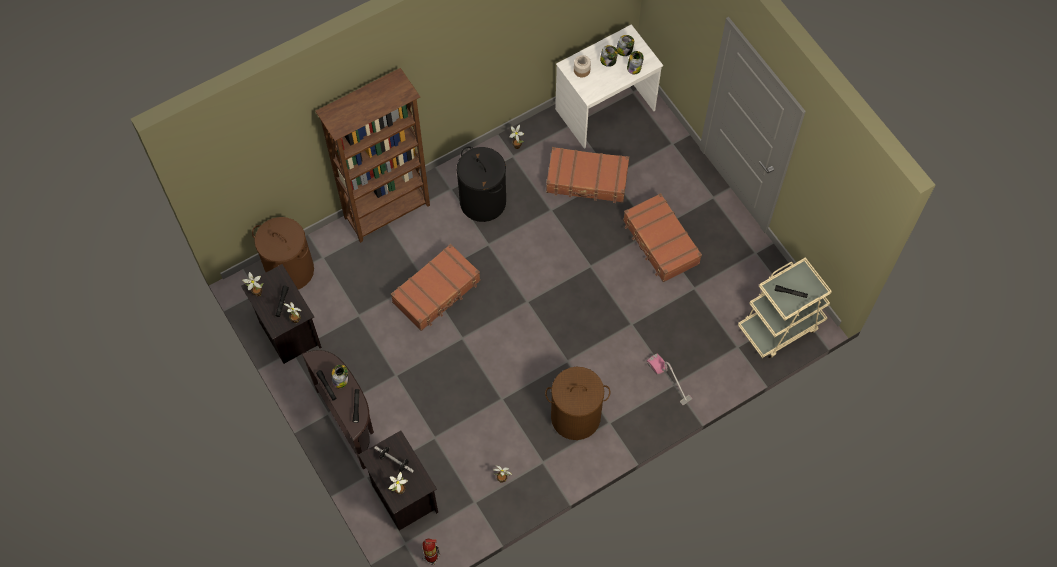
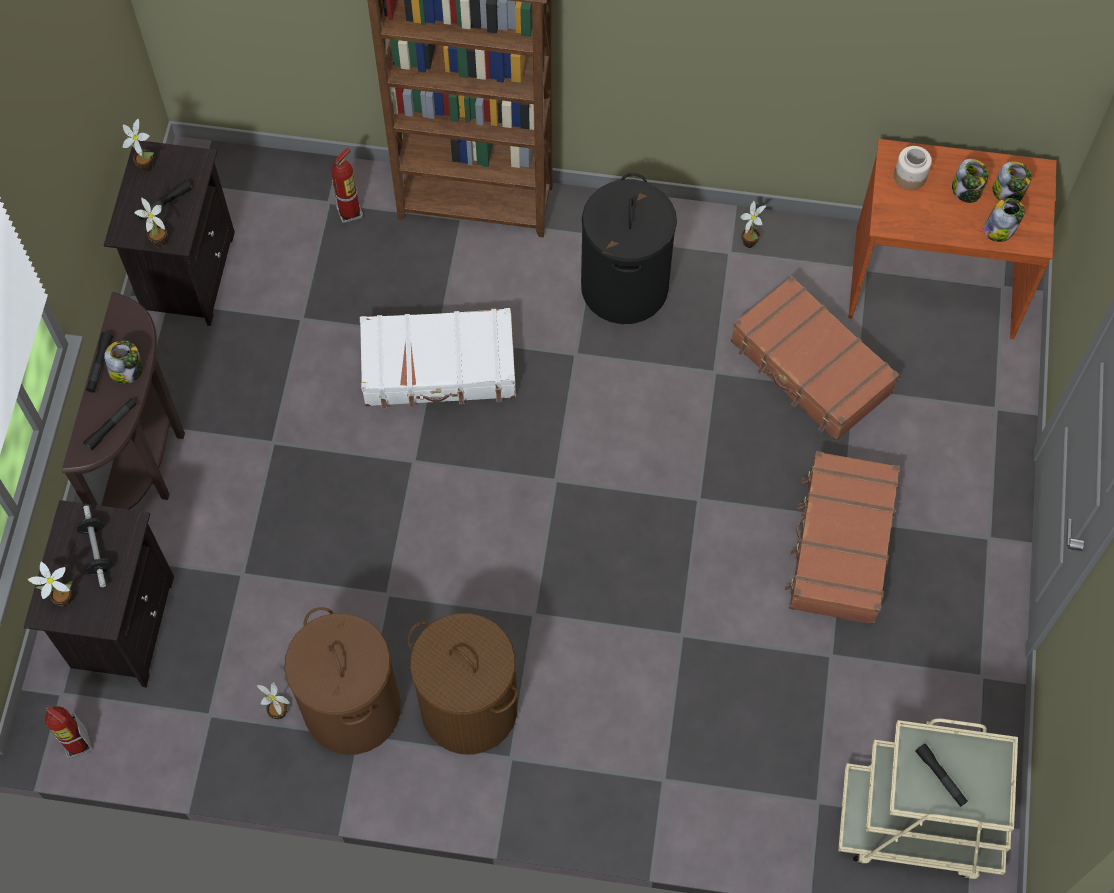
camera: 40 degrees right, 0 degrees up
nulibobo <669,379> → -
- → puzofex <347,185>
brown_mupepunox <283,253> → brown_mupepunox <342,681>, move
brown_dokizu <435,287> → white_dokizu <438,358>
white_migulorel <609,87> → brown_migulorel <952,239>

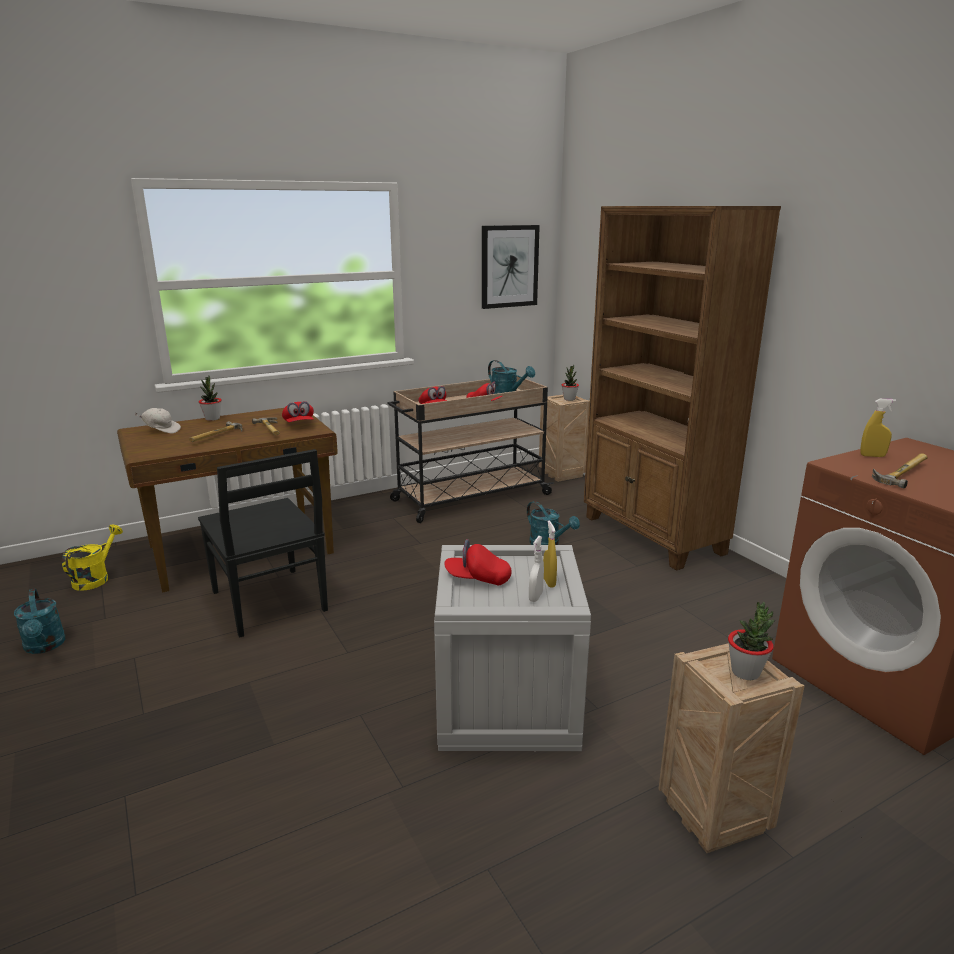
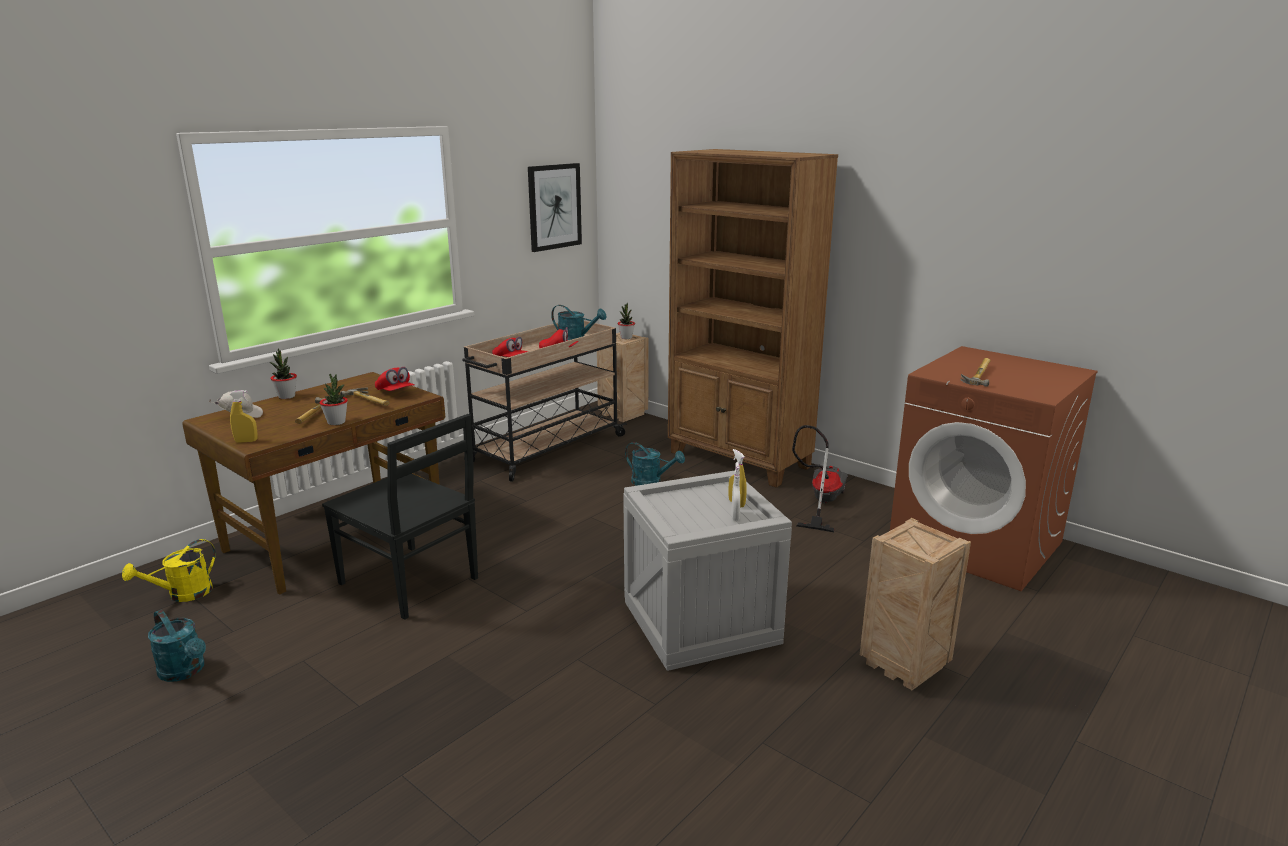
camera: 20 degrees left, 0 degrees up
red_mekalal <478,562> → -
- → nulibobo <820,478>
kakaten <751,641> → kakaten <333,399>, move
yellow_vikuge <878,428> → yellow_vikuge <244,416>, move
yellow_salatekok <92,557> → yellow_salatekok <169,570>, 135 degrees counterclockwise

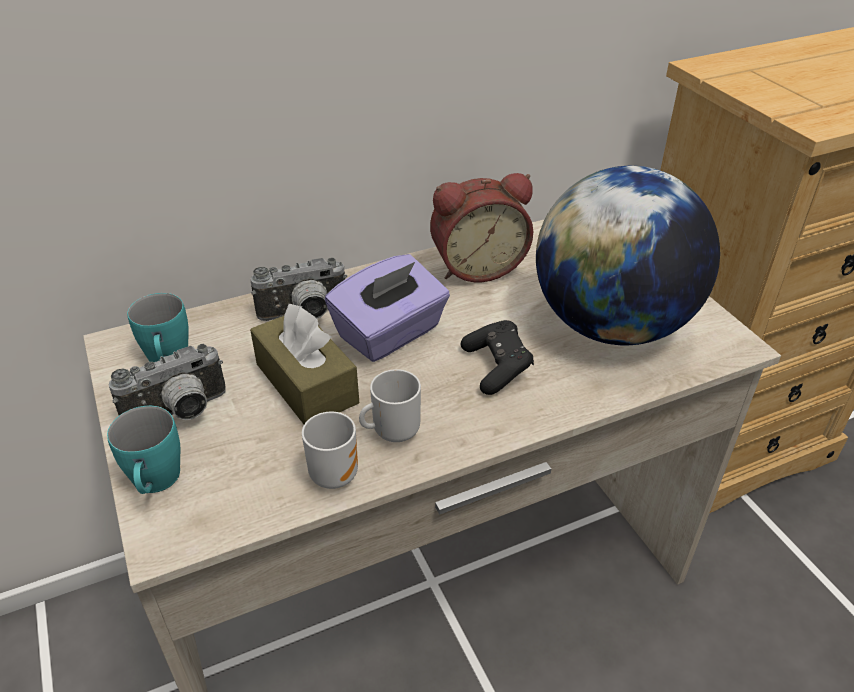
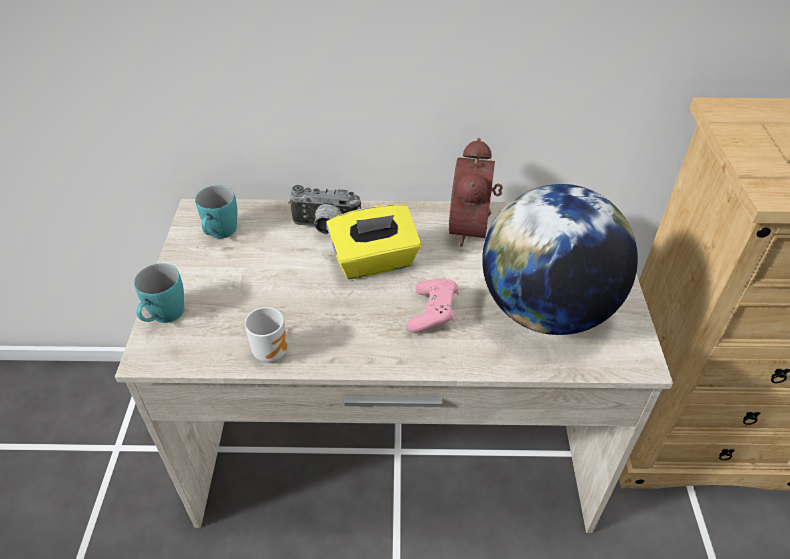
camera: 25 degrees right, 5 degrees up
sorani <167,382> → -
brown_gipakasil <304,364> → -
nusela <390,405> → -
purple_gipakasil <387,308> → yellow_gipakasil <373,241>
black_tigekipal <497,357> → pink_tigekipal <433,306>
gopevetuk <481,227> → gopevetuk <476,192>, 90 degrees clockwise

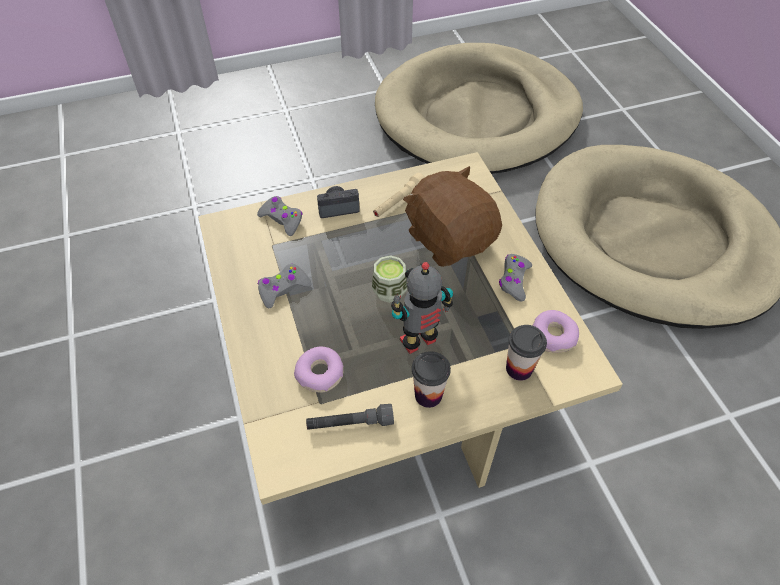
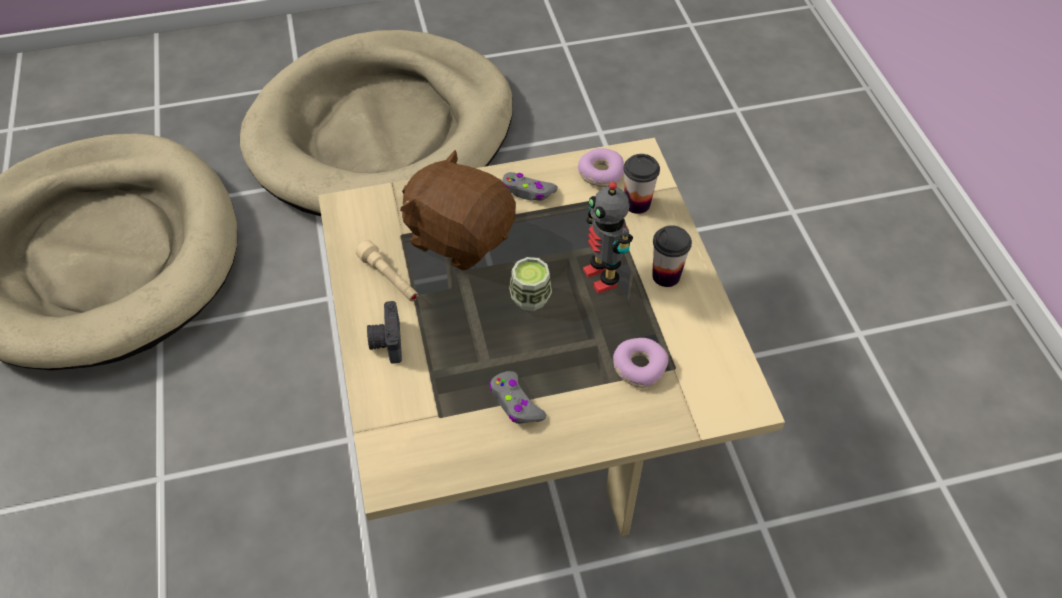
camera: 85 degrees left, 0 degrees up
grey_tigekipal <280,216> → -
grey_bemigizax <350,417> → -
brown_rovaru <452,216> → brown_rovaru <458,210>, 60 degrees clockwise

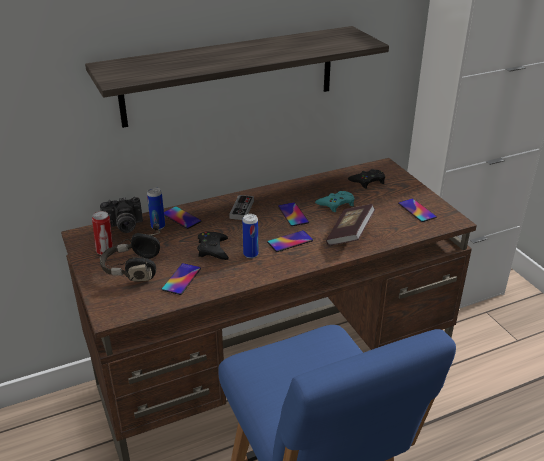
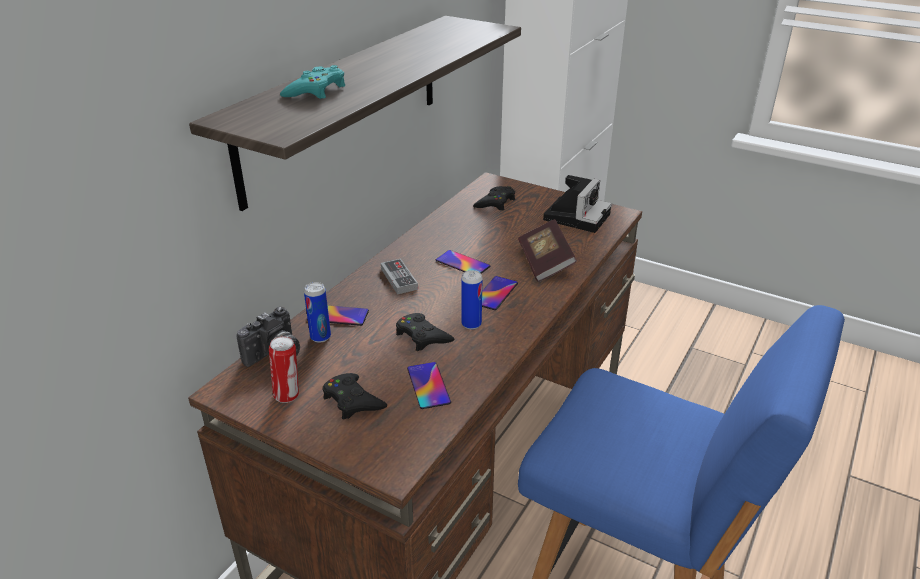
camera: 35 degrees left, 0 degrees up
turquoise_tigekipal <335,201> → turquoise_tigekipal <312,82>, move
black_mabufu <130,252> → black_tigekipal <355,396>
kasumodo <417,210> → sorani <577,204>

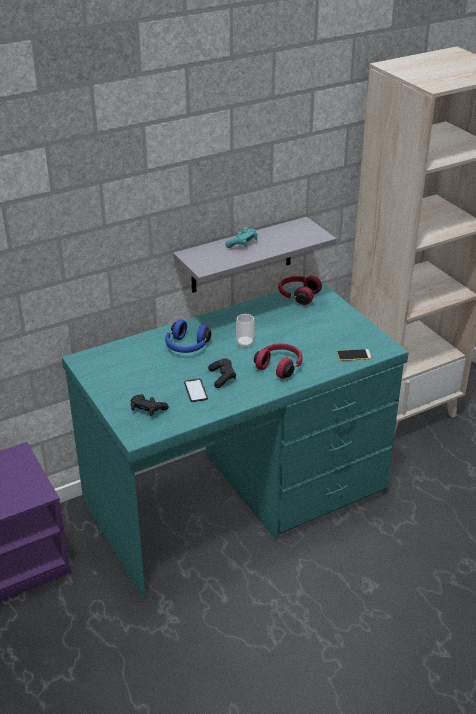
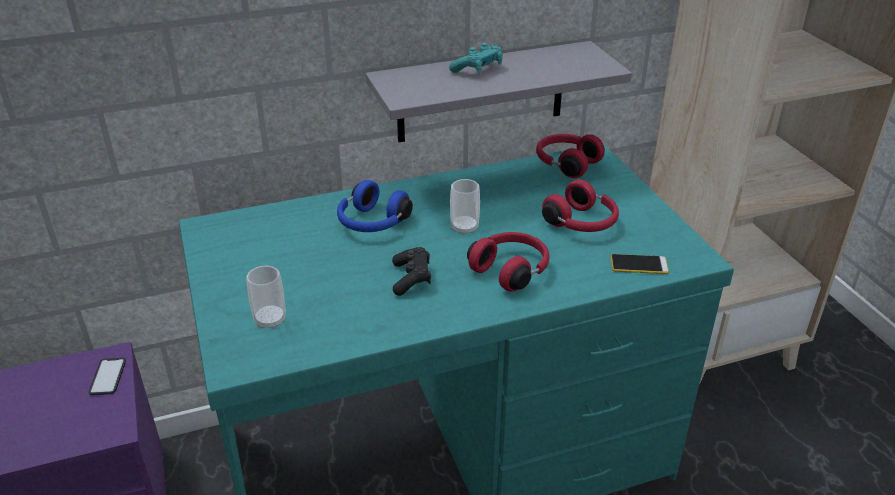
camera: 10 degrees right, 0 degrees up
- → red_mabufu <580,206>
kasumodo <196,390> → kasumodo <107,376>, move
black_tigekipal <149,405> → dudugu <266,297>

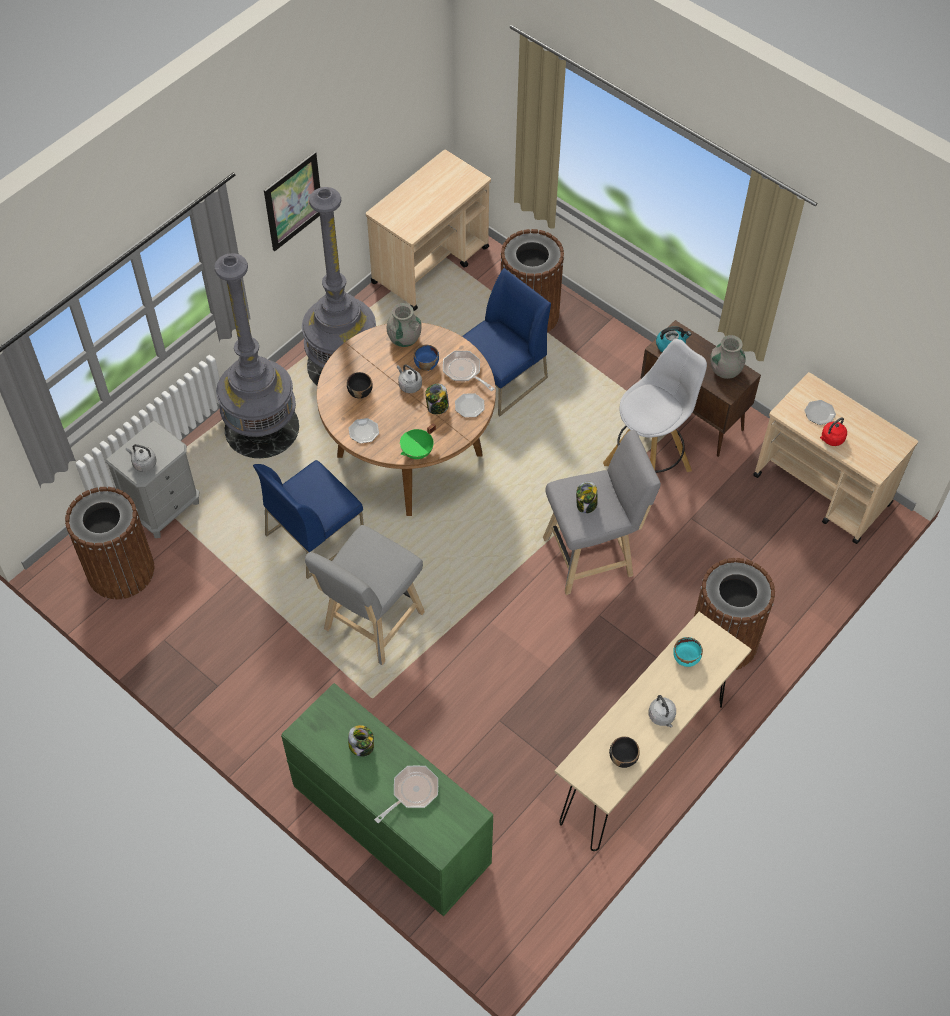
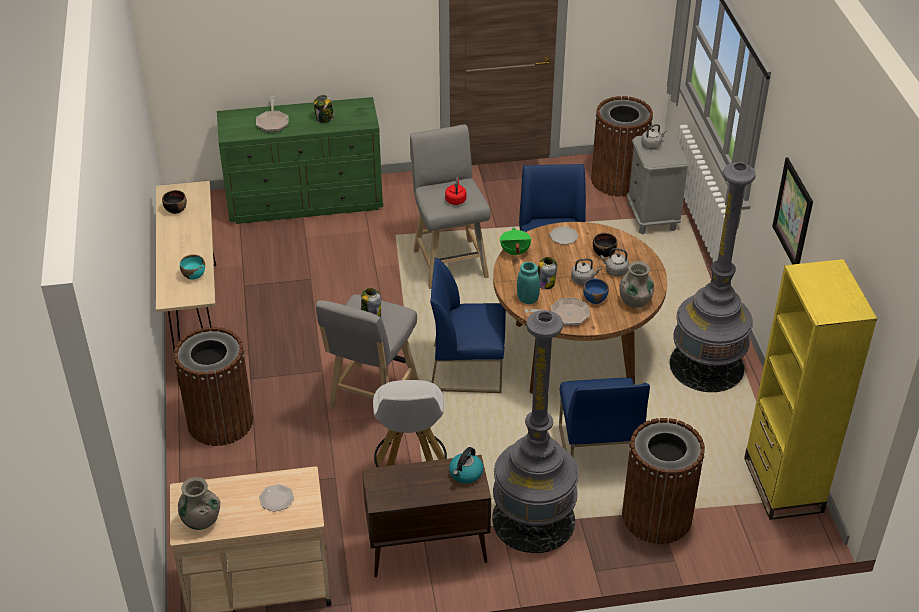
camera: 130 degrees right, 15 degrees down
- → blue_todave <468,325>
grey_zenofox <257,355> → grey_zenofox <535,431>, move
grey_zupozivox <662,711> → grey_zupozivox <615,262>, move
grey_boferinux <728,357> → grey_boferinux <199,503>, move
red_zupozivox <833,431> → red_zupozivox <456,191>, move
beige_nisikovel <428,230> → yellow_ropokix <810,389>
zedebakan <470,405> → turquoise_boferinux <528,283>

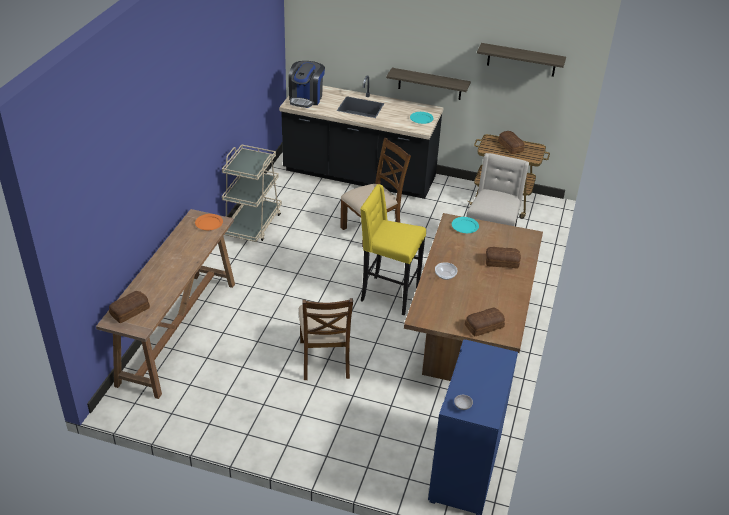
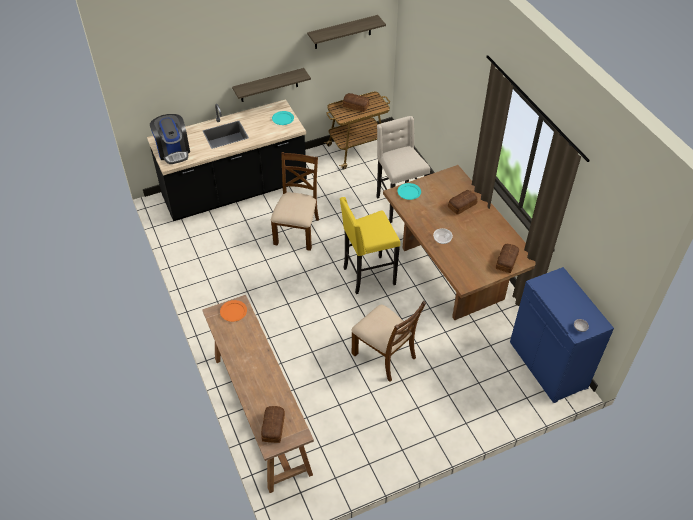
camera: 40 degrees left, 10 degrees up
beige_nisikovel <252,193> → -

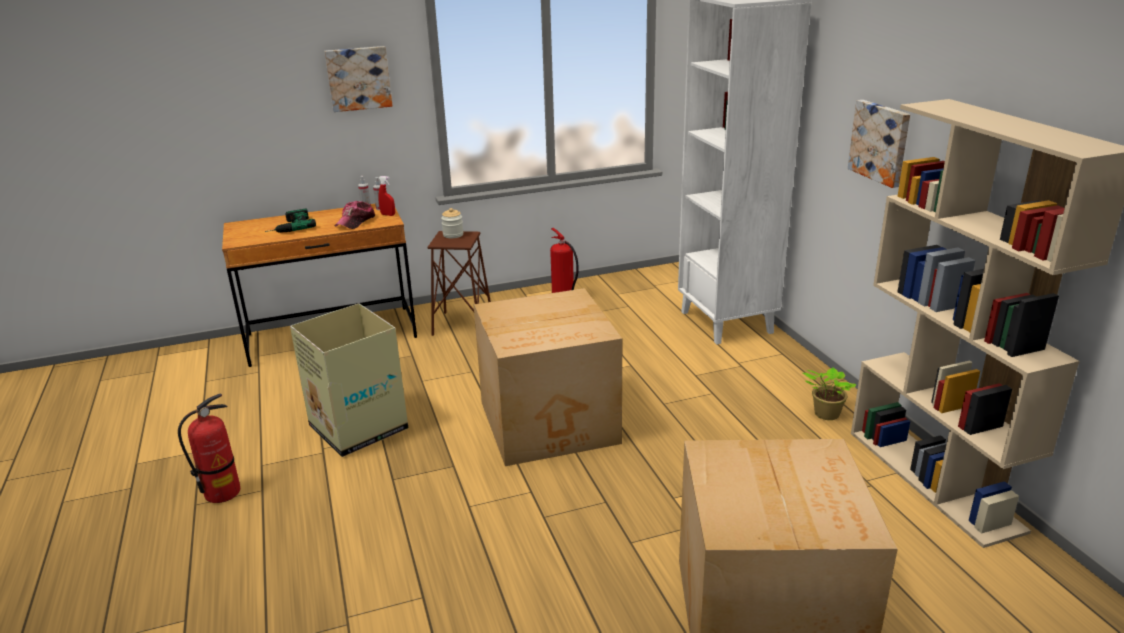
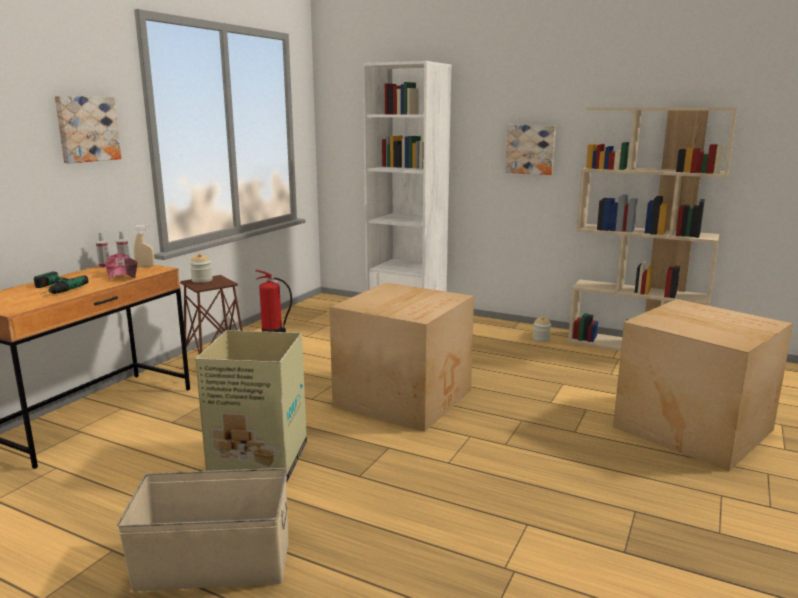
camera: 45 degrees left, 10 degrees down
puzofex <209,448> → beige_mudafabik <203,529>
kakaten <830,393> → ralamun <542,329>
red_vikuge <386,196> → beige_vikuge <143,245>

